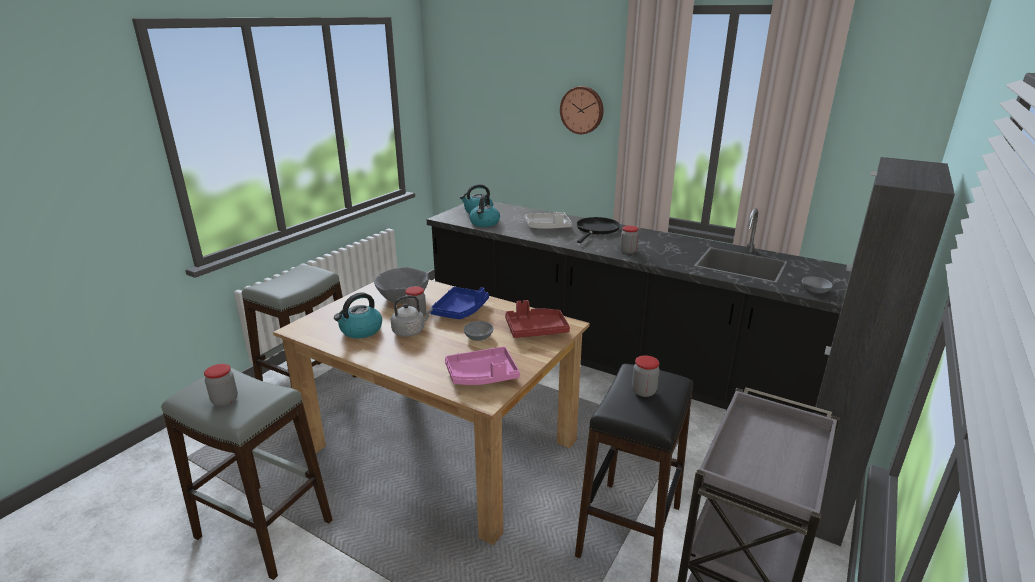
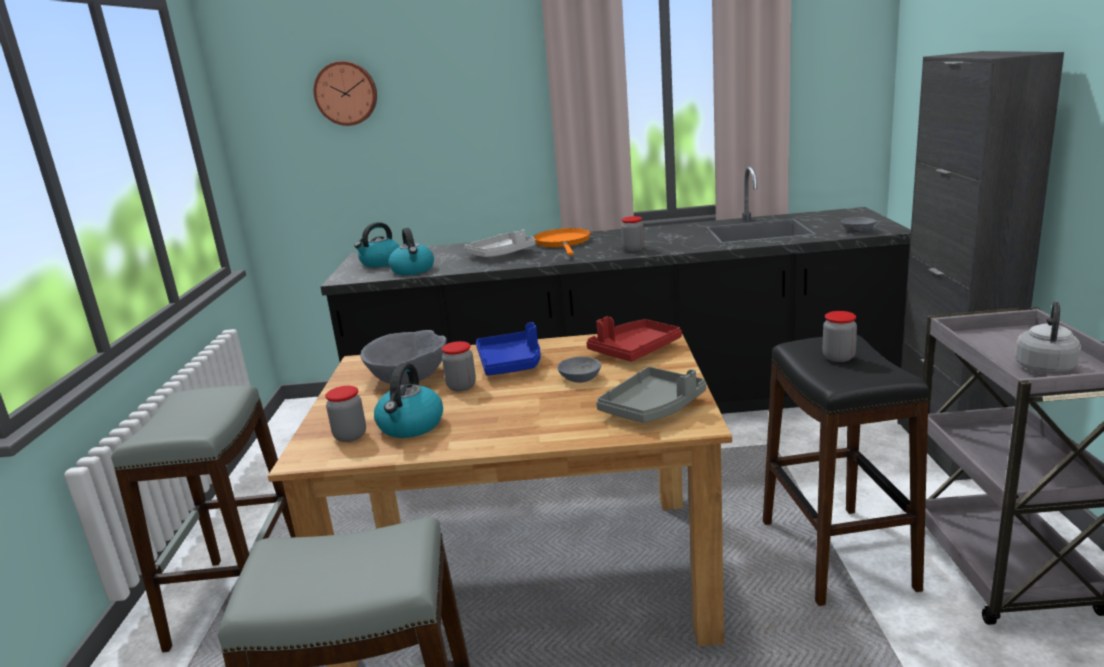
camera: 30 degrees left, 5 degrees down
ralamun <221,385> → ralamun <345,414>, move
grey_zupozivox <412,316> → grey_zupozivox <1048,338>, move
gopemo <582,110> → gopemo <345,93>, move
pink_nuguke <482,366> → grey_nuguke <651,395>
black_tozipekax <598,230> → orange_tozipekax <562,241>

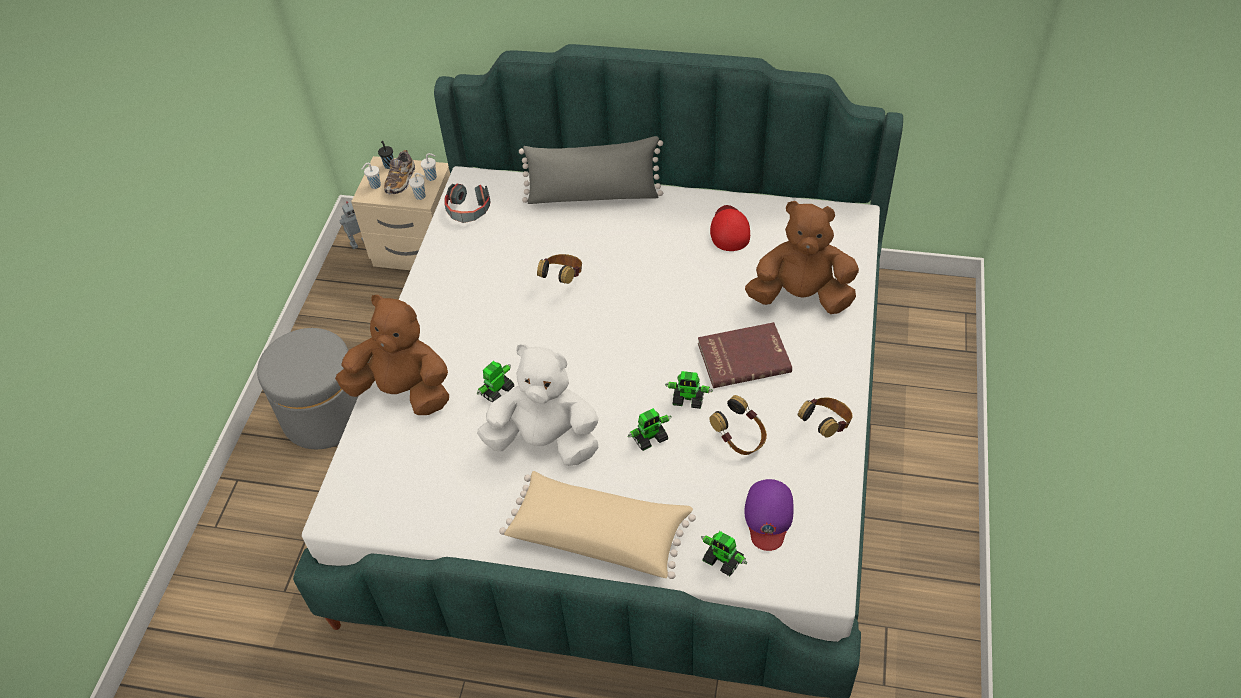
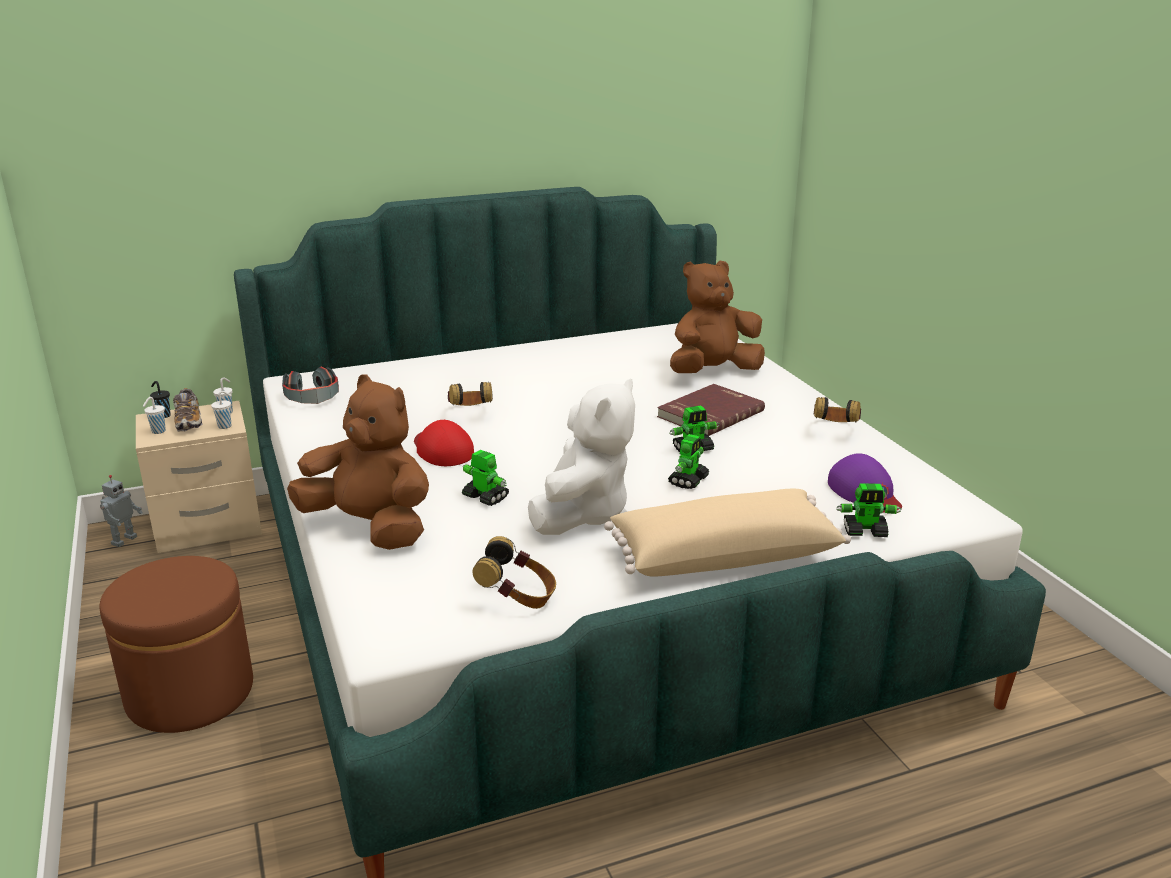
camera: 35 degrees left, 25 degrees down
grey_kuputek <591,170> → -
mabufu <738,425> → mabufu <514,572>, move
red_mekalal <730,228> → red_mekalal <444,443>, move
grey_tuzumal <307,388> → brown_tuzumal <176,644>
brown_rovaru <392,355> → brown_rovaru <358,462>, 45 degrees clockwise
white_rovaru <538,405> → white_rovaru <581,456>, 135 degrees clockwise
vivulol <496,381> → vivulol <485,478>, 120 degrees clockwise

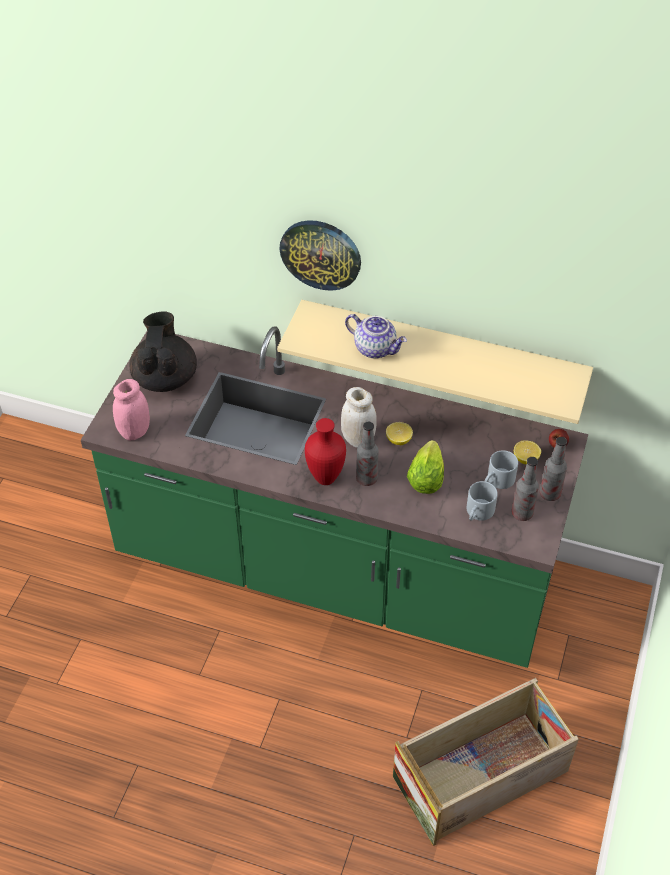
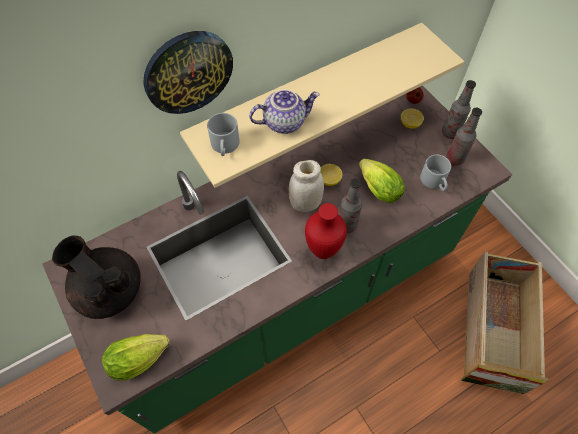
camera: 50 degrees left, 10 degrees up
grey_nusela <501,469> → grey_nusela <223,134>, move
pink_ralamun <131,410> → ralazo <136,357>

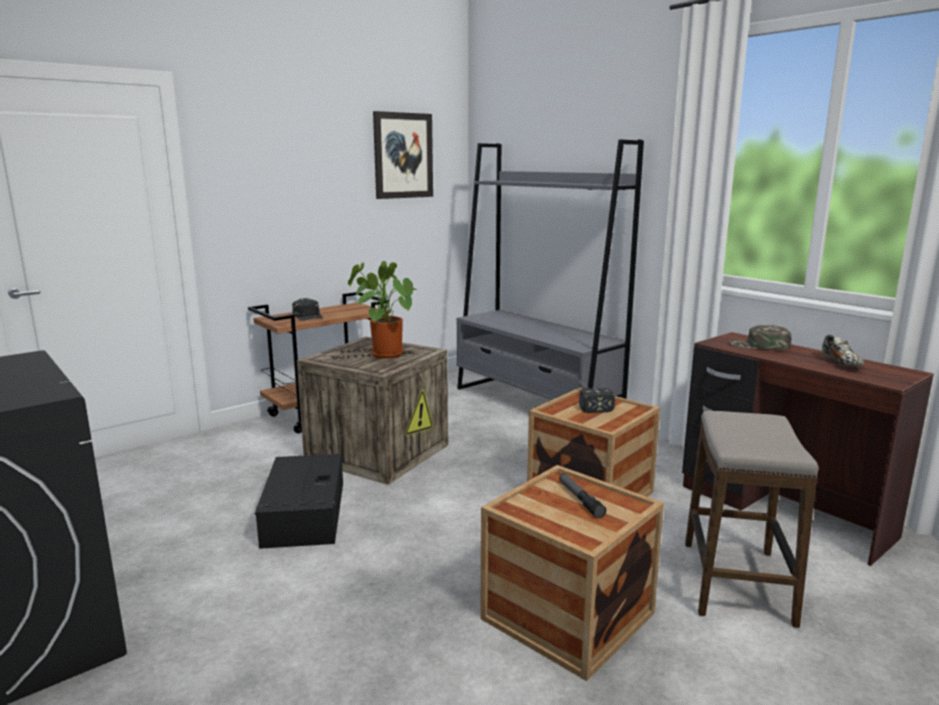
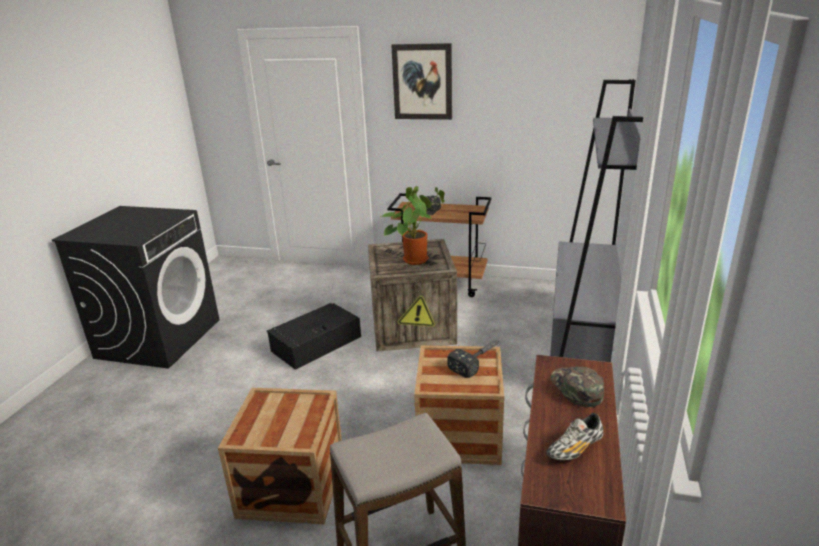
camera: 55 degrees right, 10 degrees up
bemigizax <582,496> → -
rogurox <403,155> → rogurox <421,81>, move

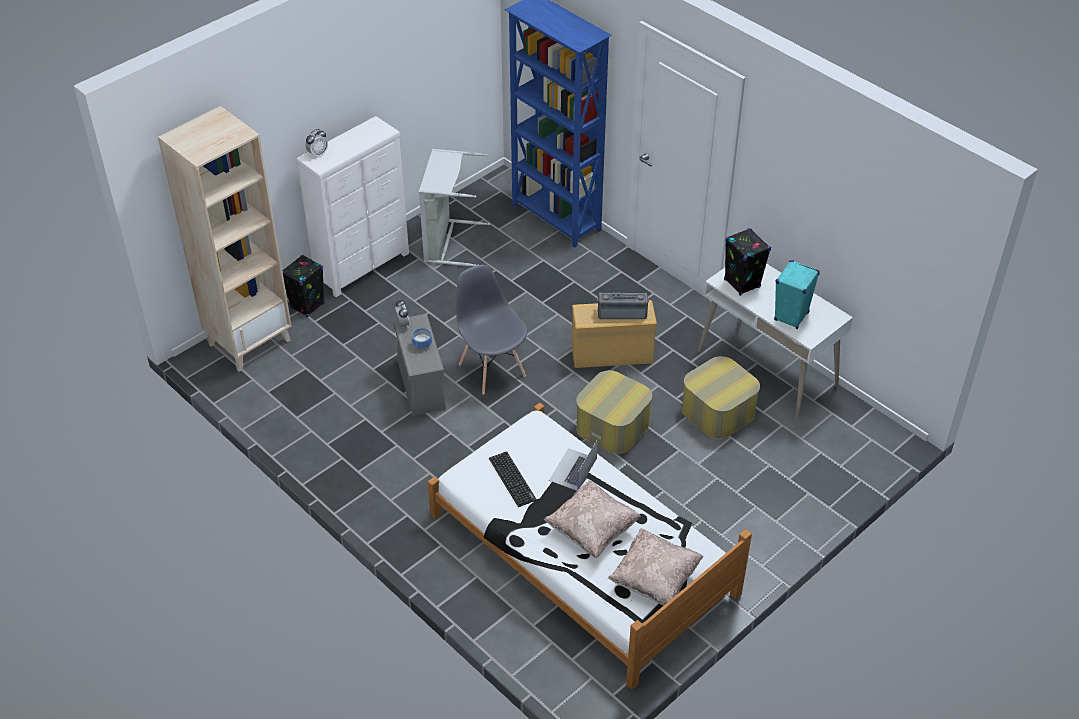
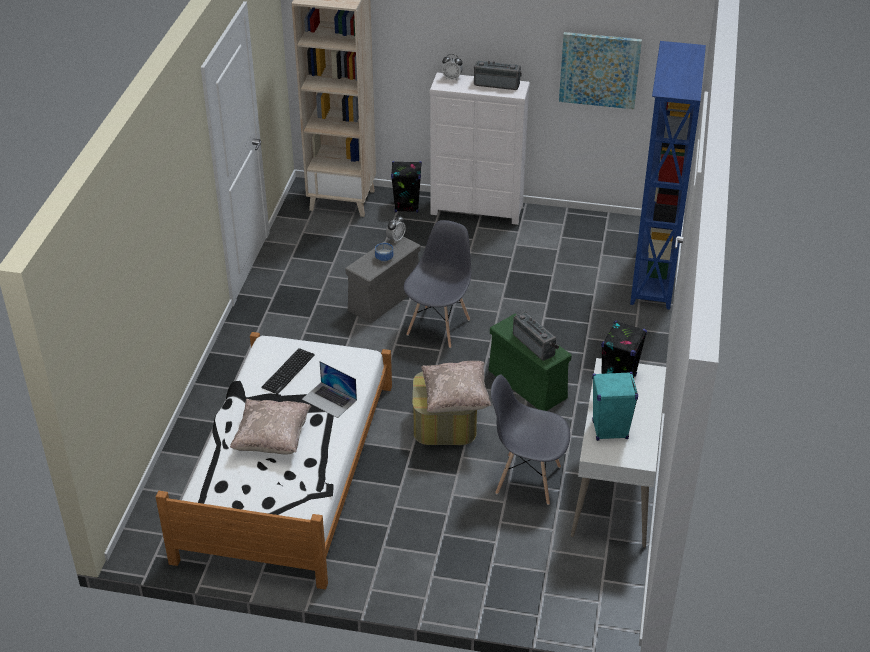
camera: 55 degrees right, 5 degrees down
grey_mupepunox <454,207> → -
- → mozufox <498,75>
- → rogurox <600,70>
beige_kuputek <656,566> → beige_kuputek <456,387>, move
tuzumal <721,397> → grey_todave <530,440>
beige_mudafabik <614,334> → green_mudafabik <530,362>
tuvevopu <573,465> → tuvevopu <329,389>, 135 degrees counterclockwise

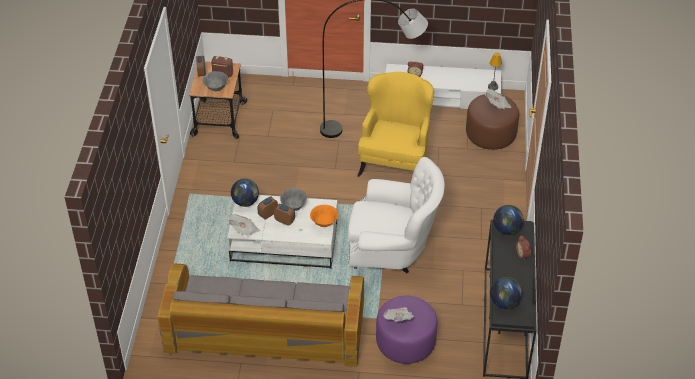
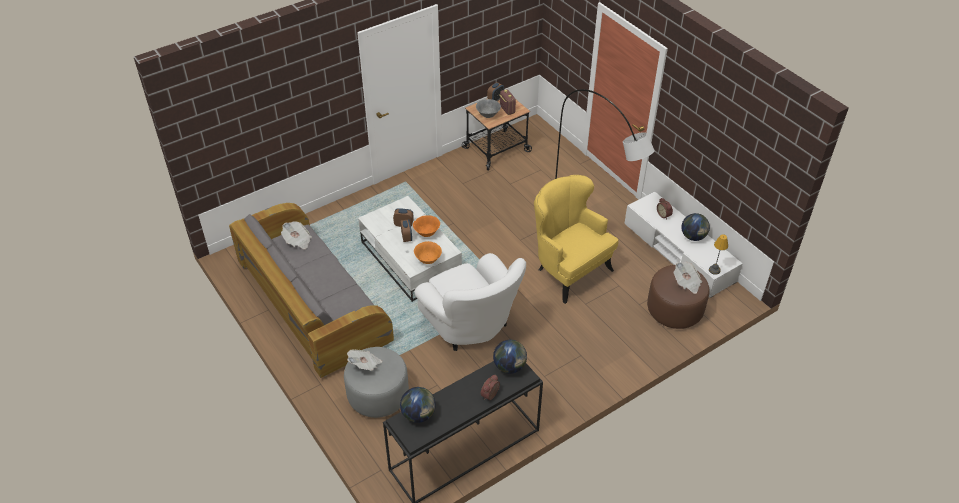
camera: 50 degrees right, 0 degrees up
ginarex <244,224> → ginarex <296,235>, move
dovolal <245,193> → dovolal <695,227>, move
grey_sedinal <293,199> → orange_sedinal <426,226>
purple_tuzumal <407,330> → grey_tuzumal <376,382>
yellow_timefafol <395,124> → yellow_timefafol <576,239>, 105 degrees counterclockwise

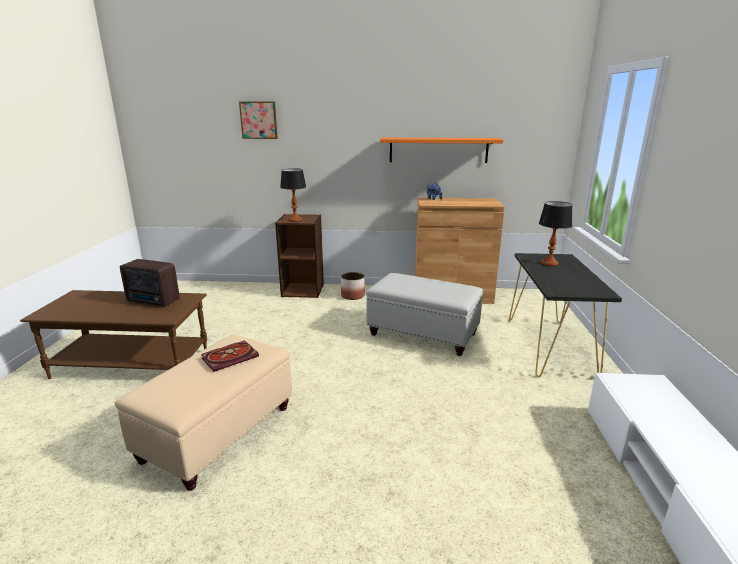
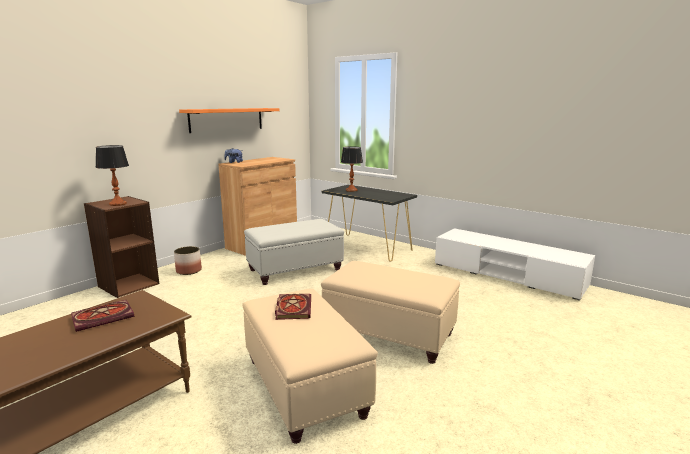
camera: 55 degrees left, 5 degrees down
rogurox <258,120> → -
- → beige_tuzumal <390,312>
mozufox <150,283> → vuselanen <102,316>

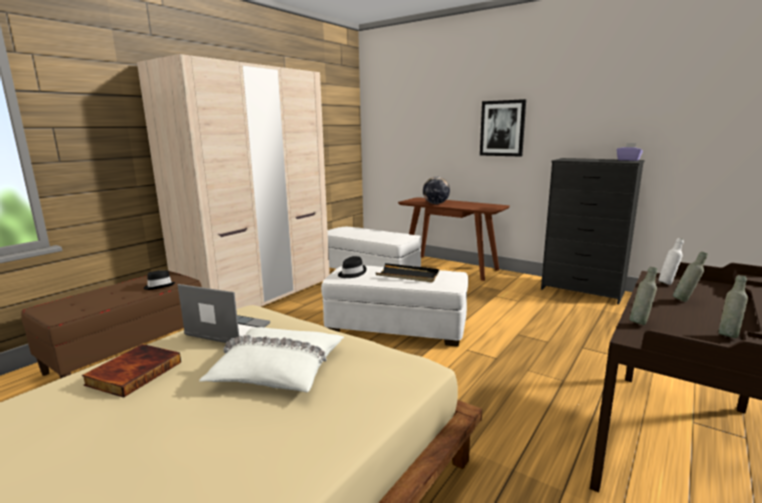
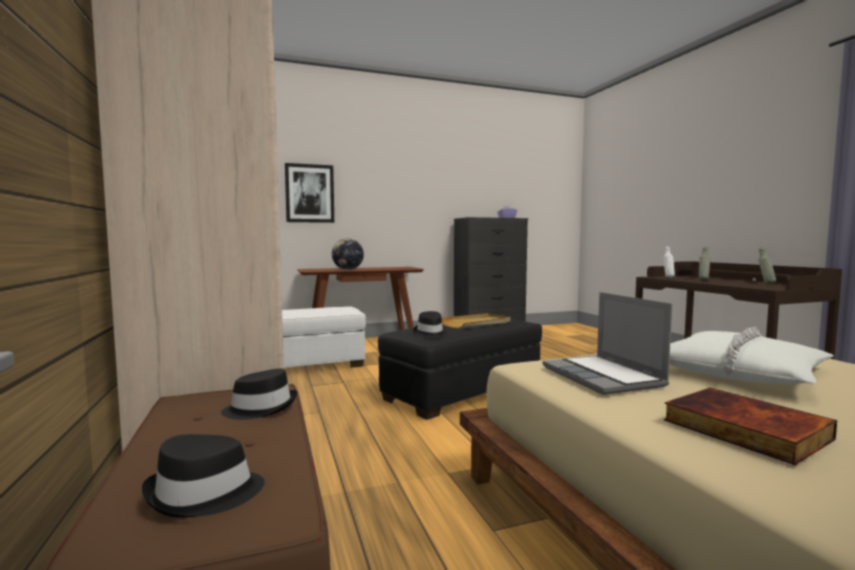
camera: 55 degrees left, 10 degrees down
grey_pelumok <643,295> → -
- → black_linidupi <203,476>
rogurox <503,128> → rogurox <309,193>, move
white_tuzumal <394,306> → black_tuzumal <460,369>
black_nuguke <407,272> → beige_nuguke <476,320>
tuvevopu <224,314> → tuvevopu <607,343>, 75 degrees counterclockwise

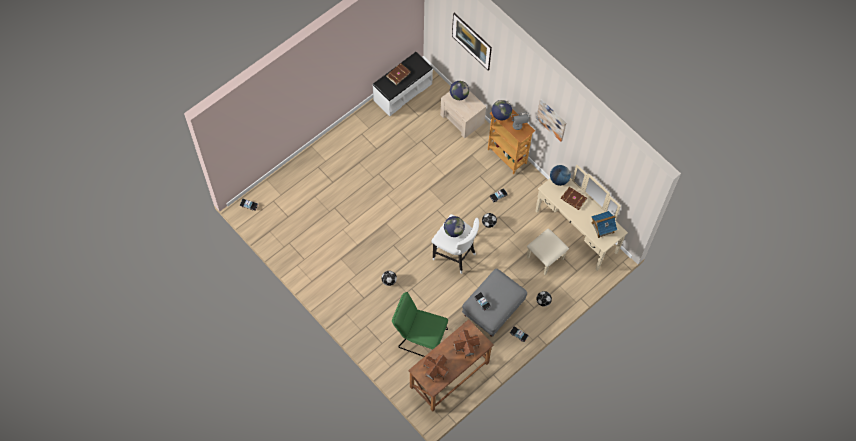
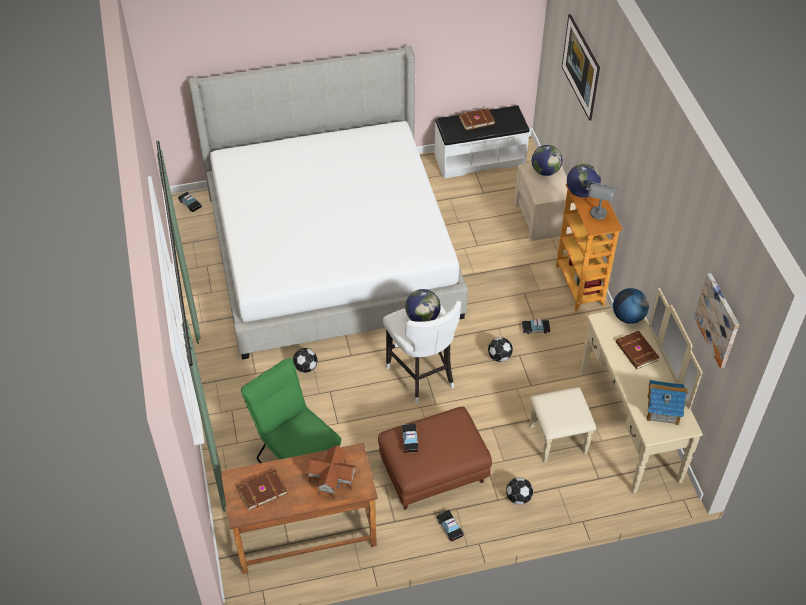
camera: 30 degrees right, 15 degrees down
- → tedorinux <328,203>
rogurox <551,120> → rogurox <716,321>, move
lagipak <436,367> → brown_vuselanen <262,490>
grey_tuzumal <494,302> → brown_tuzumal <435,458>

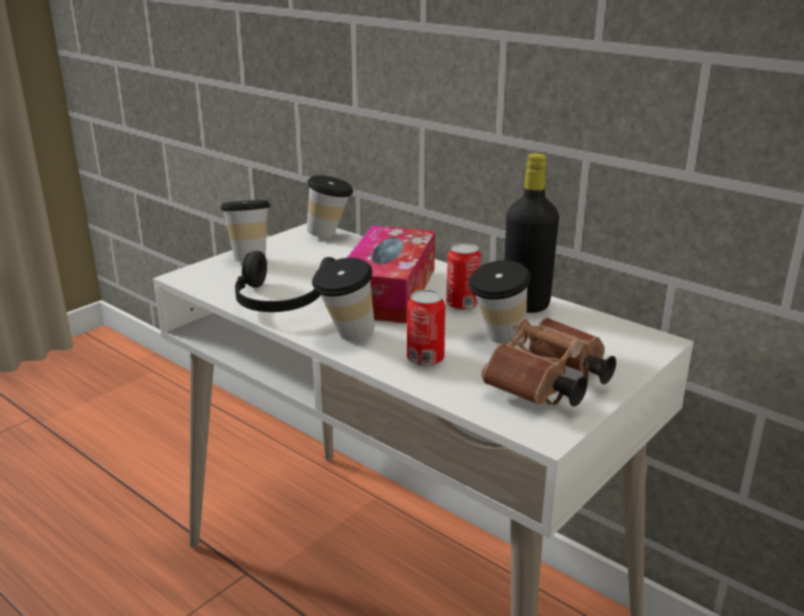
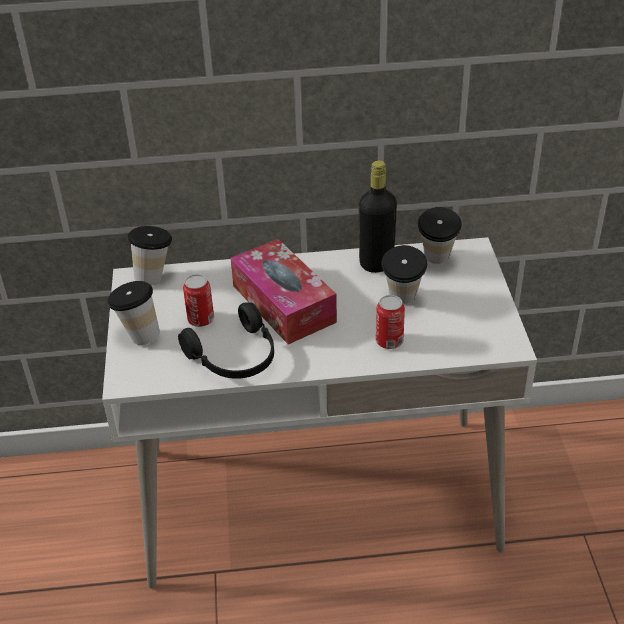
camera: 45 degrees left, 15 degrees up
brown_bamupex <548,362> → -
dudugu <343,299> → dudugu <440,235>, move
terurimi <463,276> → terurimi <198,300>, move

